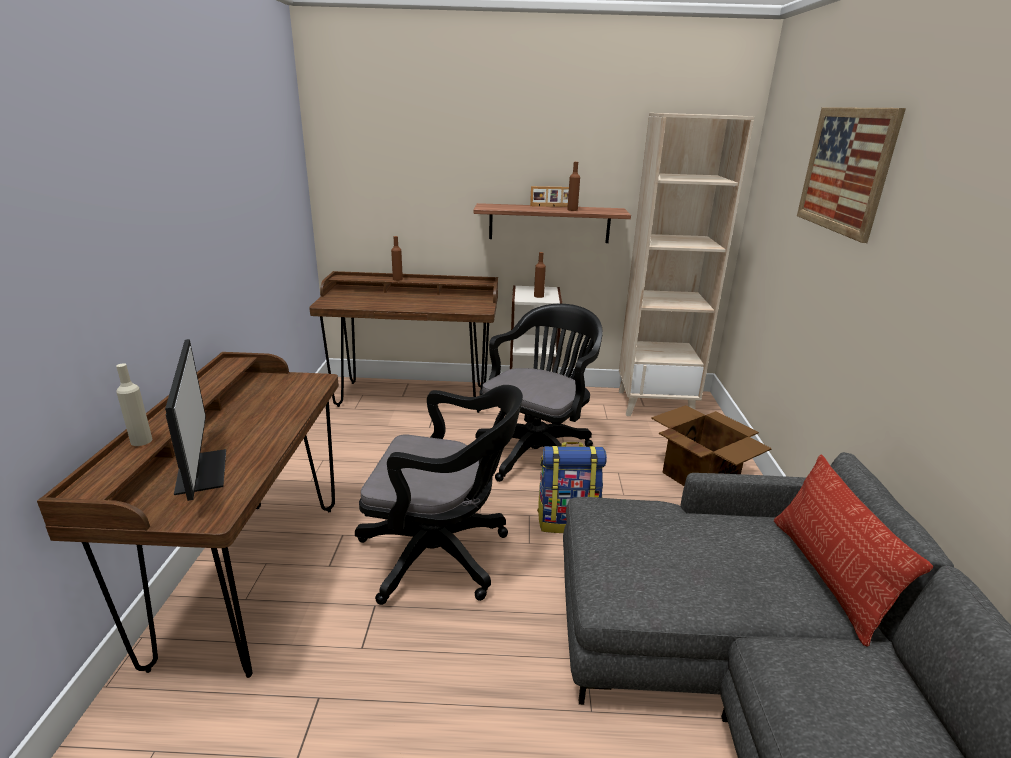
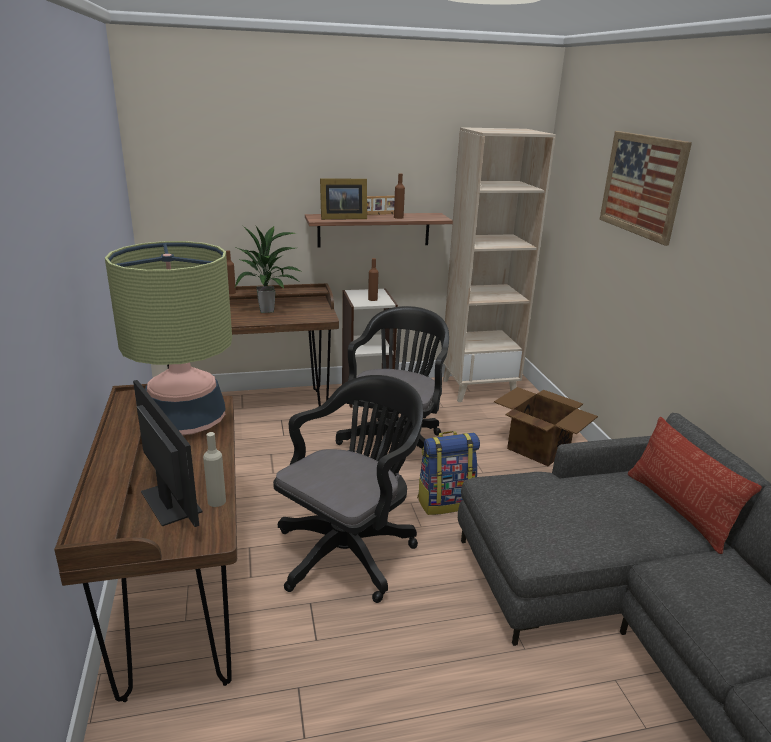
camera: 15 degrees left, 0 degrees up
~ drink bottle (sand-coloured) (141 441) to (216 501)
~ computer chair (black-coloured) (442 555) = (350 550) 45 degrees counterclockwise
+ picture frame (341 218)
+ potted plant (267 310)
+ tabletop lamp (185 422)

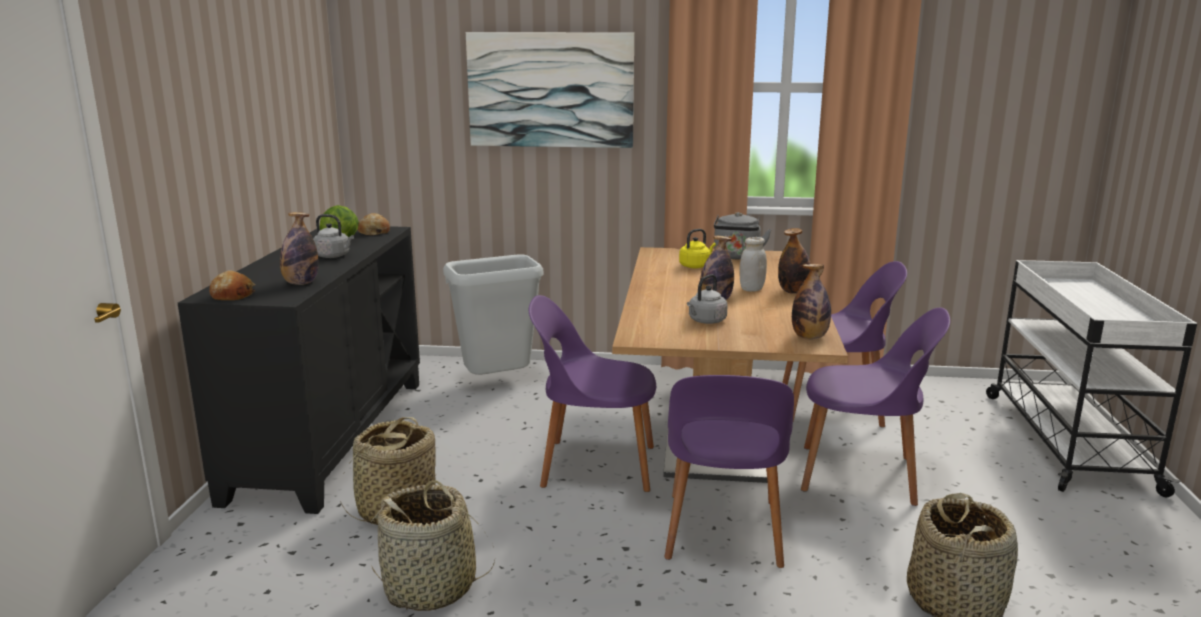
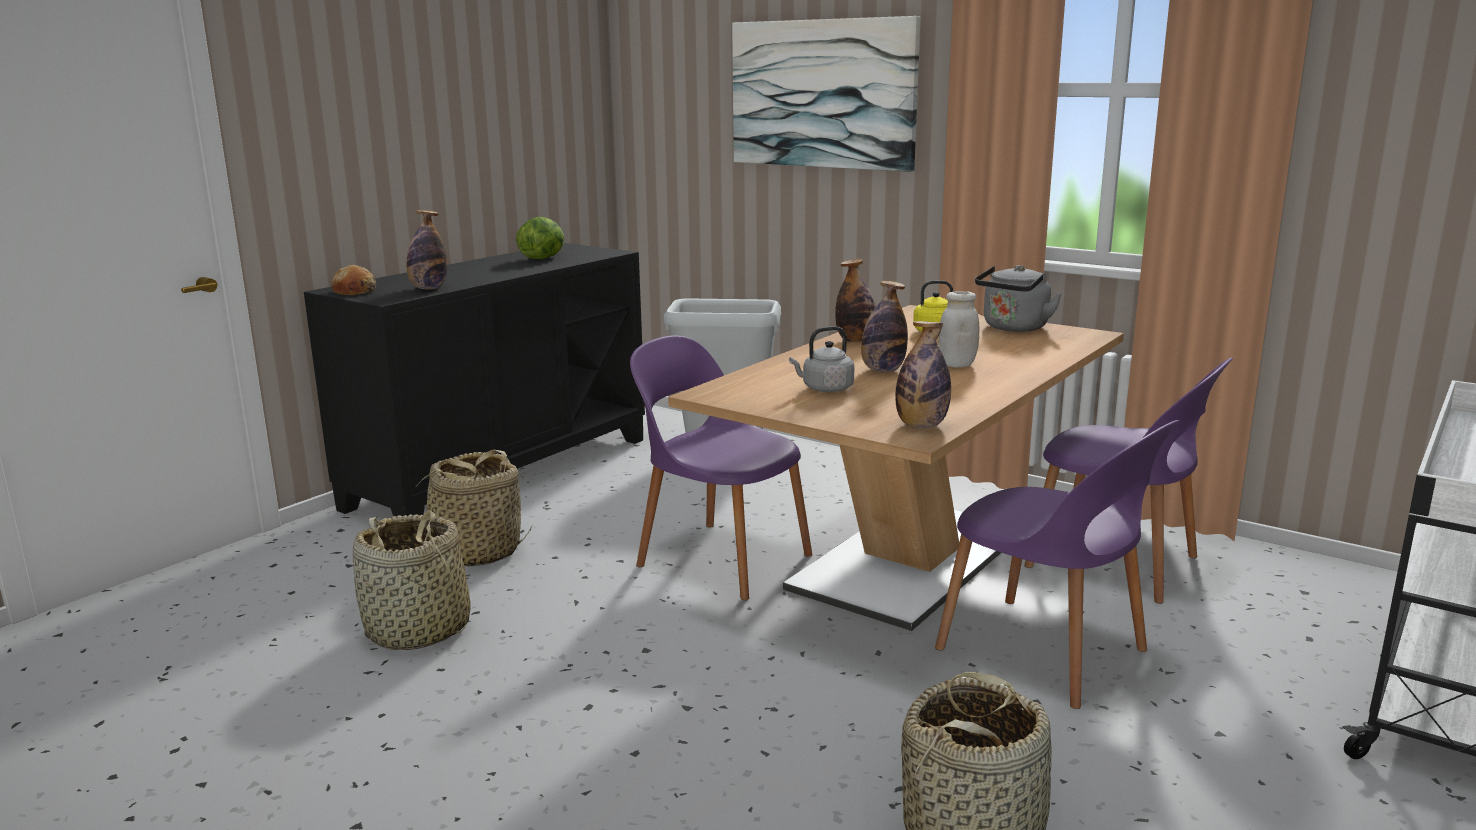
camera: 30 degrees right, 0 degrees up
- bakery bread (374 232)
- tea kettle (greyish) (334 256)
~ drink bottle (793 292) to (856 341)
- upright chair (purple) (723 532)

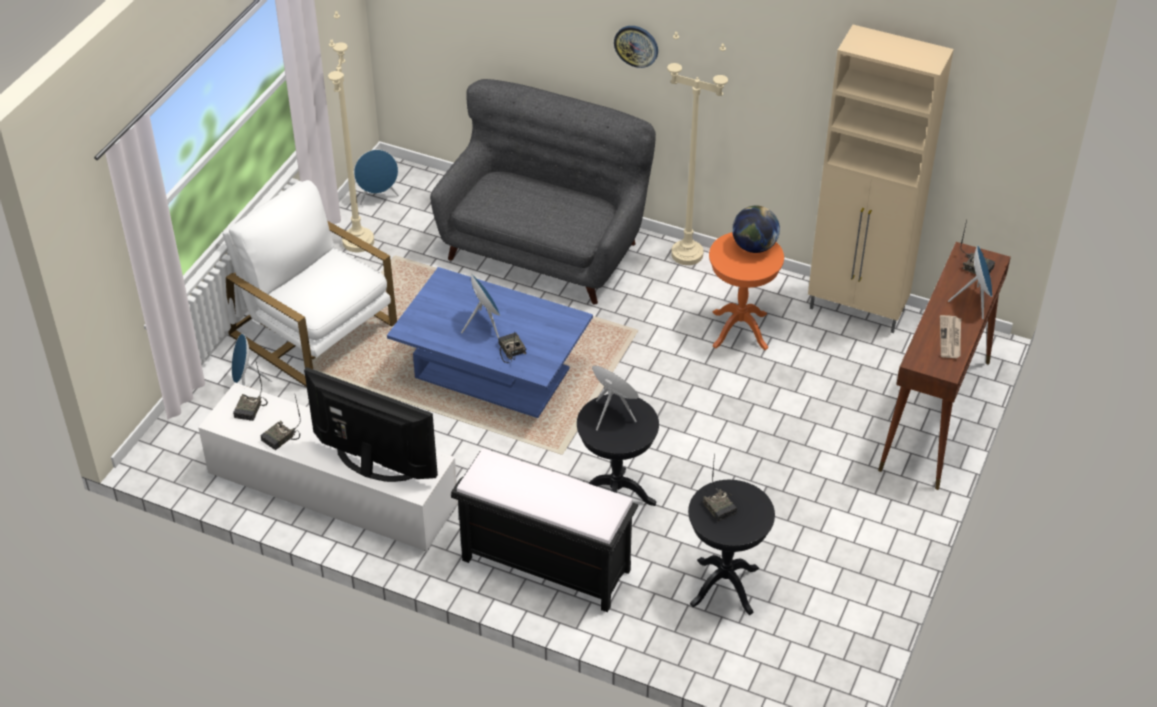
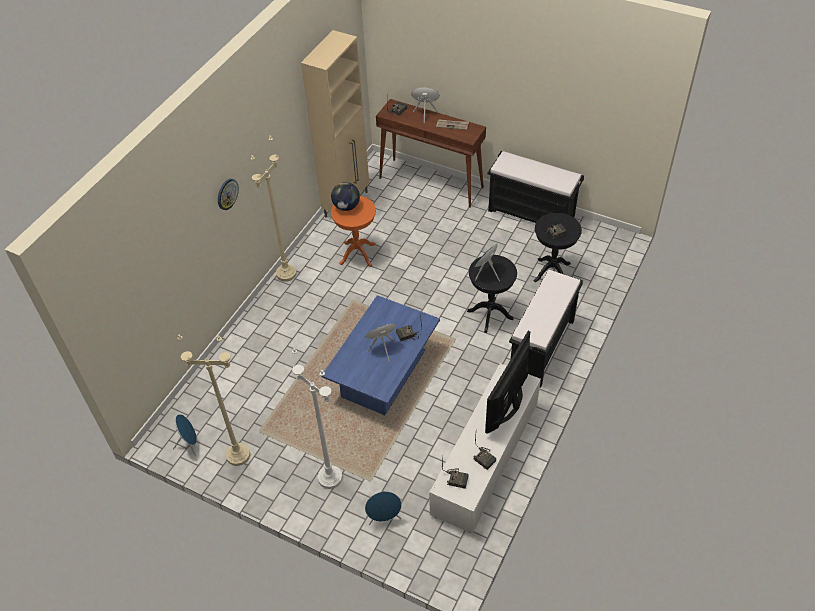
camera: 85 degrees left, 5 degrees up
- couch (greyish) (545 247)
~ easy chair (white-coloured) (315 329) to floor lamp (white-coloured) (330 478)
+ long seat (black-coloured) (532 213)

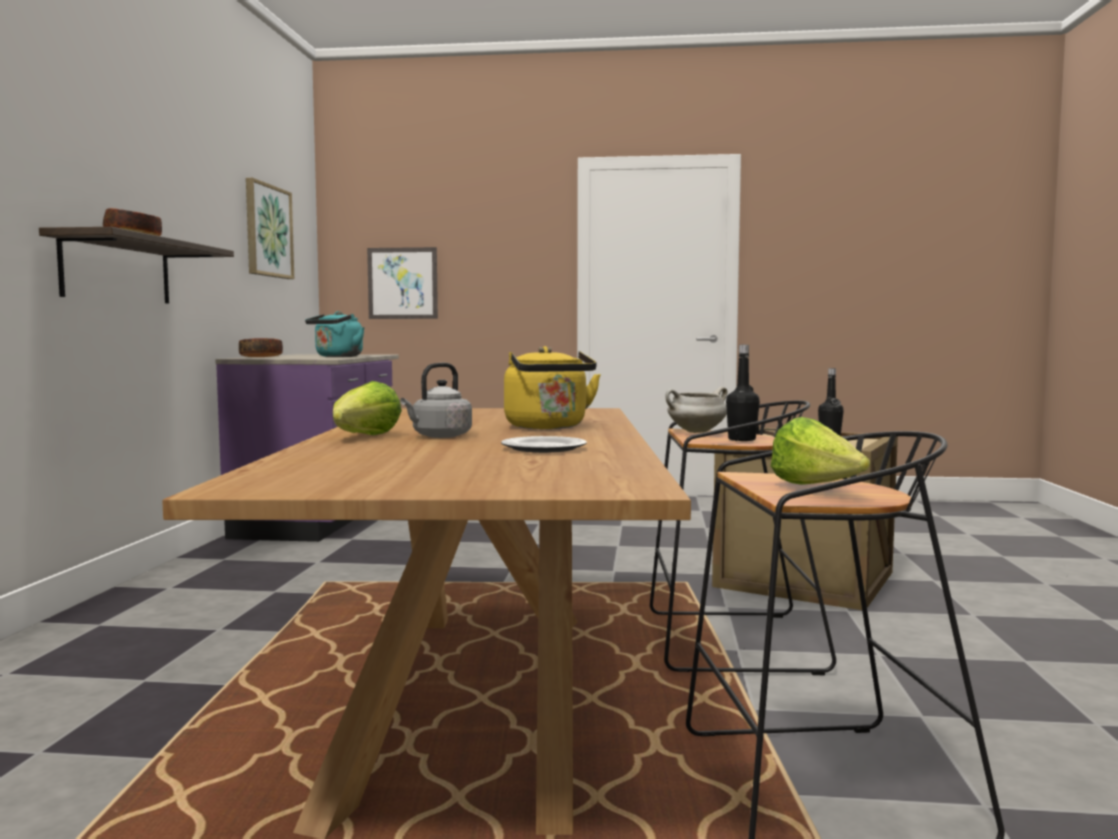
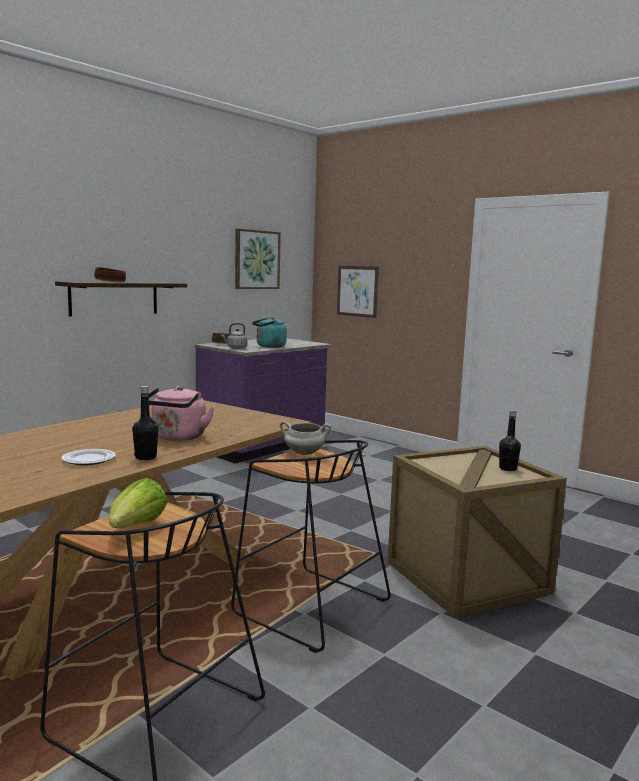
camera: 35 degrees right, 5 degrees up
~ drink bottle (black-coloured) (742 439) to (146 457)
~ tea kettle (yellow-coloured) (548 427) to tea kettle (pinkish) (177 437)
~ tea kettle (greyish) (439 436) to (235 348)
- head of lettuce (365 437)

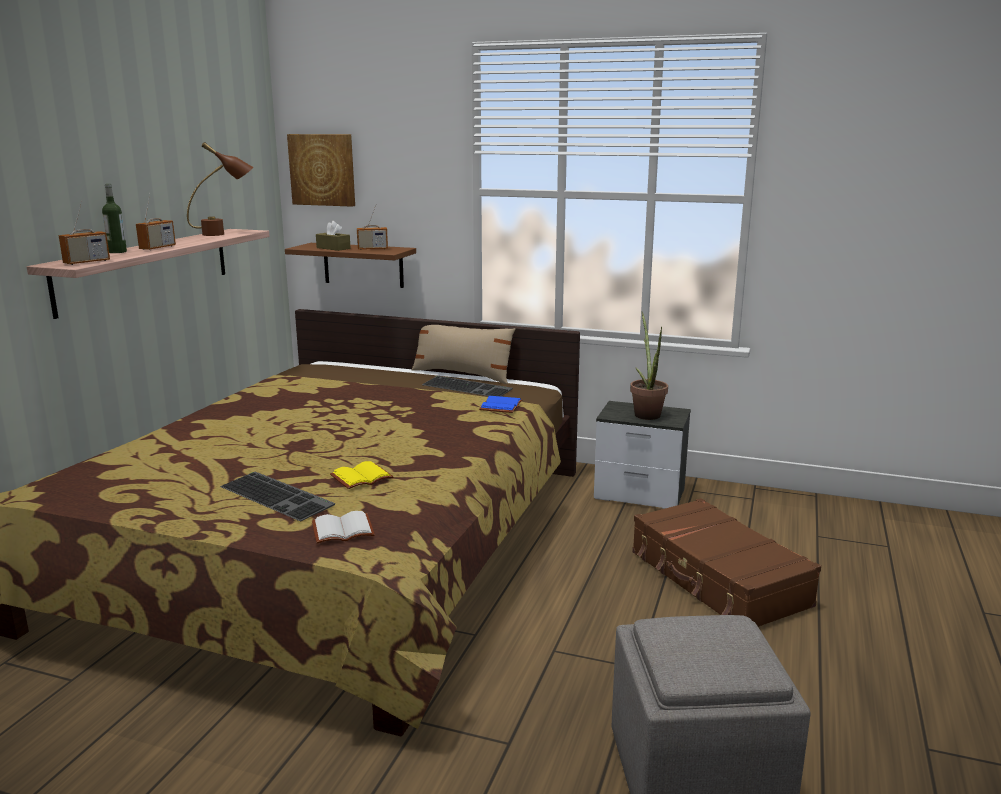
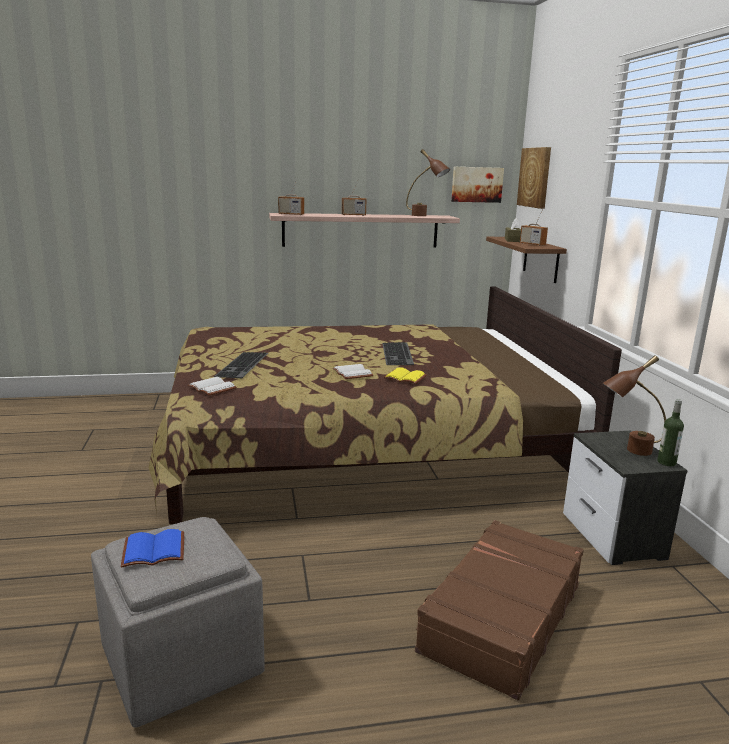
camera: 60 degrees right, 0 degrees up
~ drink bottle (117 252) to (666 462)
~ potted plant (646 413) to tabletop lamp (brown) (628 451)
- cushion (sand-coloured) (462 374)
~ keyboard (468 387) to (398 354)
~ bound book (blue) (500 406) to (155 549)
~ bound book (yellow-coloured) (361 477) to (406 377)
+ wall art (476 184)
+ bound book (white-coloured) (353 373)

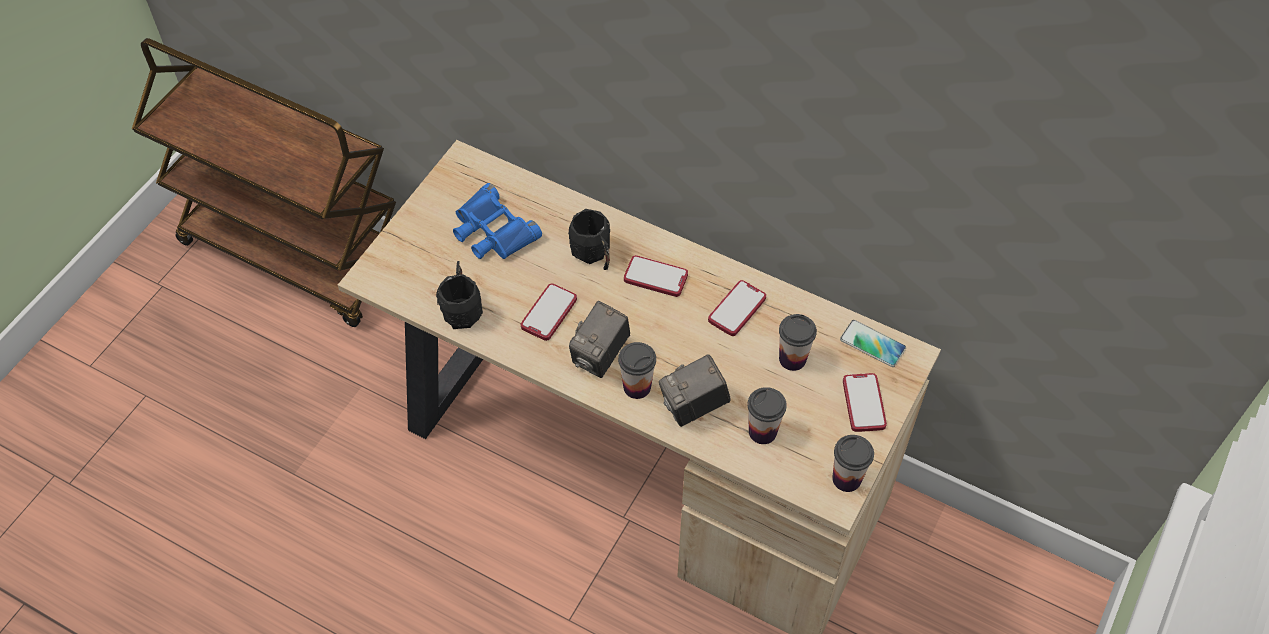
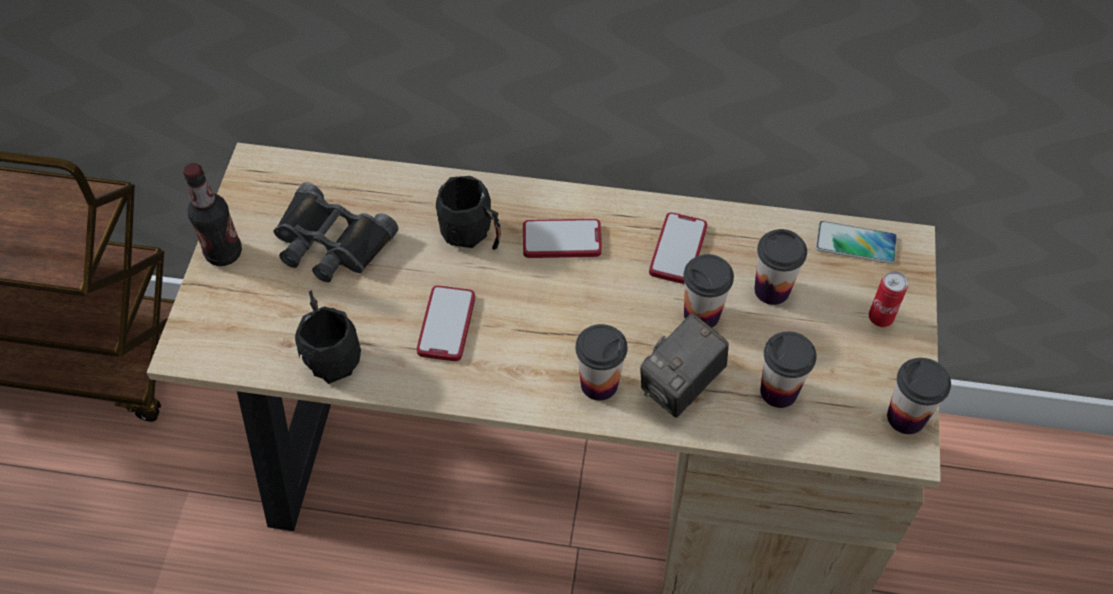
camera: 20 degrees left, 0 degrees up
~ pair of binoculars (blue) (492 231) to pair of binoculars (black-coloured) (330 243)
- photo camera (600 356)
~ phone (863 403) to metal can (880 318)
+ drink bottle (224 253)
+ small cup (701 315)

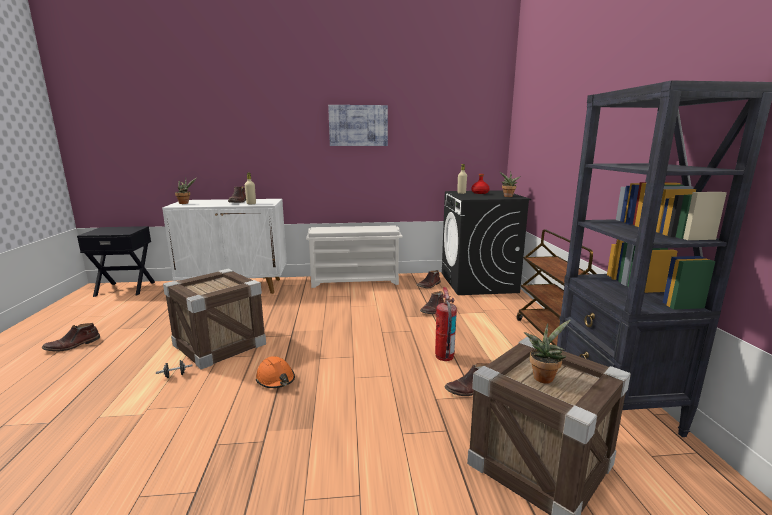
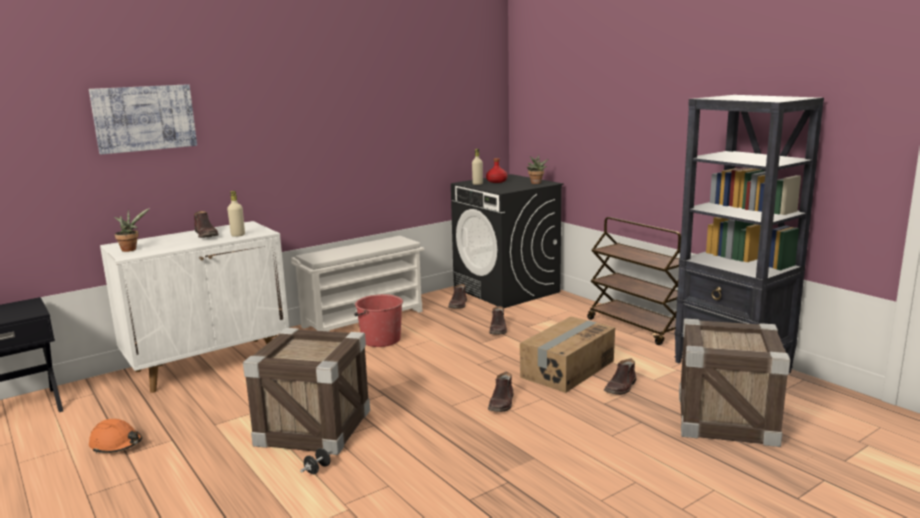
camera: 30 degrees left, 0 degrees up
~ wall art (358 125) to (144 118)
~ fire extinguisher (444 356) to packing box (567 369)
- potted plant (543 376)
~ tall boot (brown) (73 345) to (502 403)
~ safety helmet (orange) (275 379) to (116 444)
+ water bucket (red) (380 340)

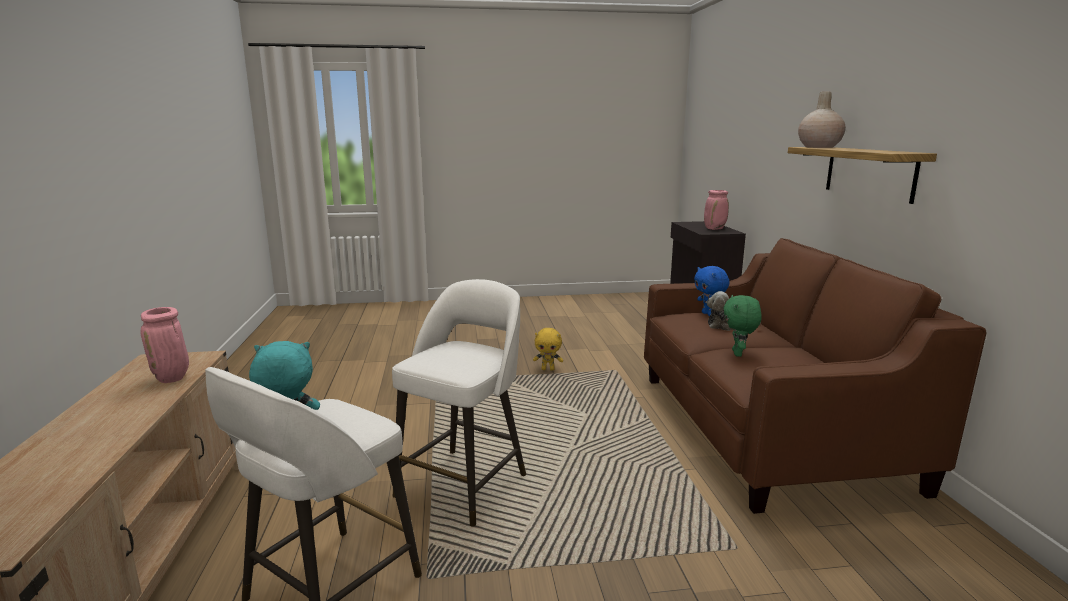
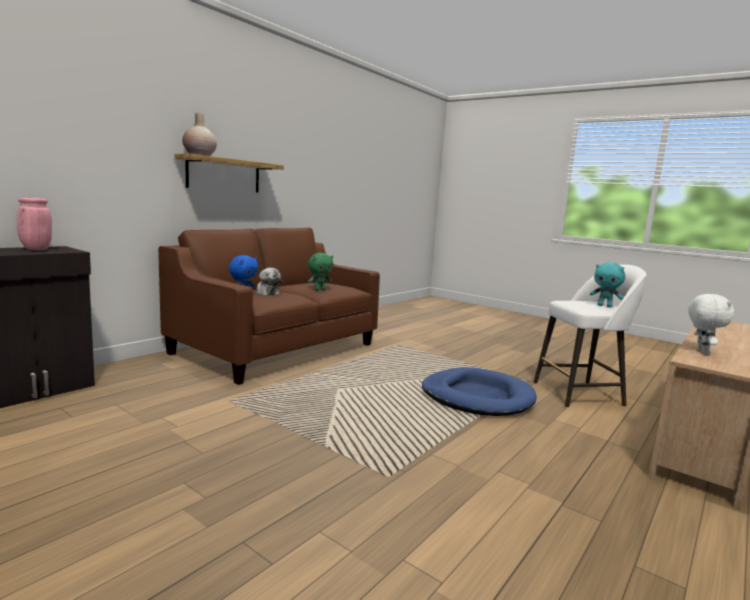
camera: 135 degrees left, 5 degrees down
~ stool seat (white-coloured) (464 483) to pet bed (blue) (477 397)
~ decorative vase (pinkish) (172 379) to soft toy (white-coloured) (701 351)
- soft toy (yellow-coloured) (548 369)

